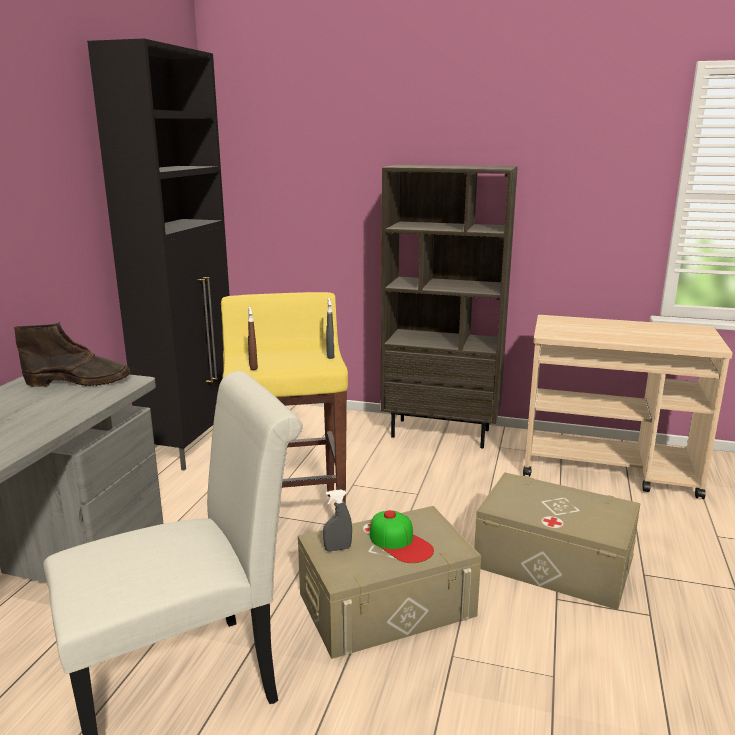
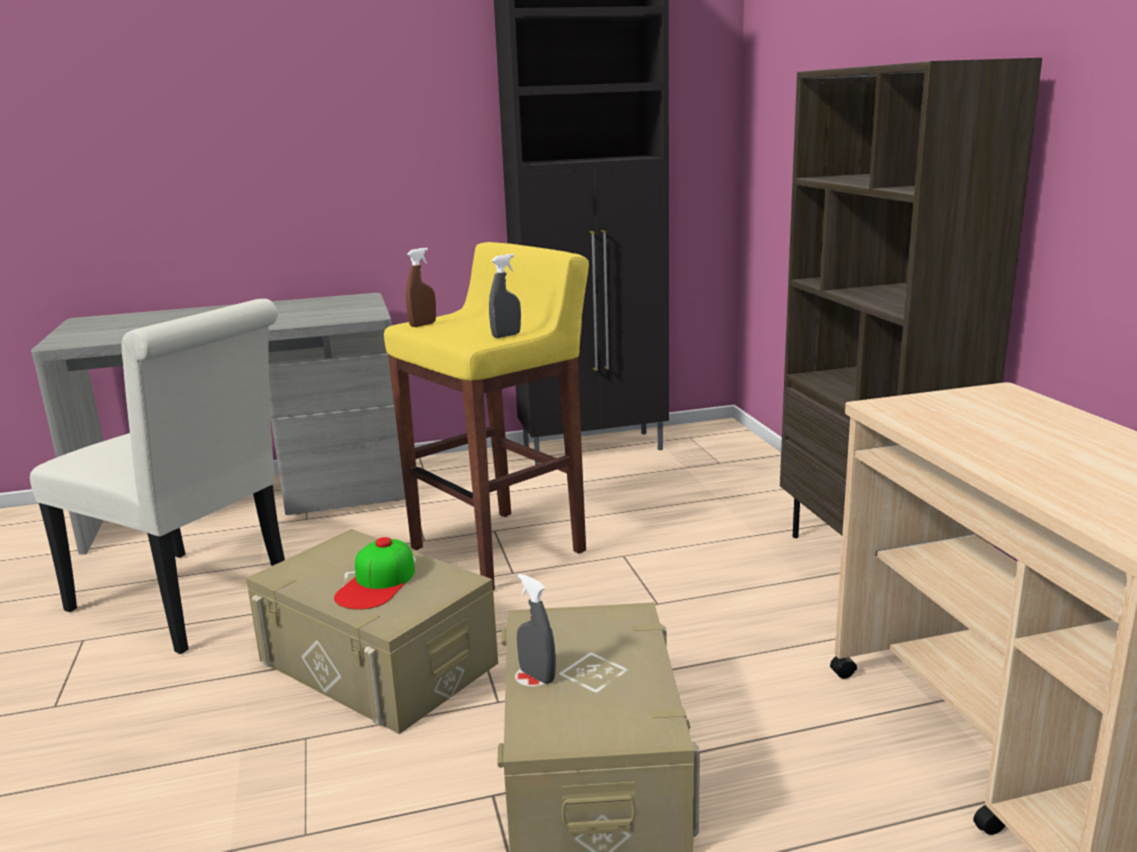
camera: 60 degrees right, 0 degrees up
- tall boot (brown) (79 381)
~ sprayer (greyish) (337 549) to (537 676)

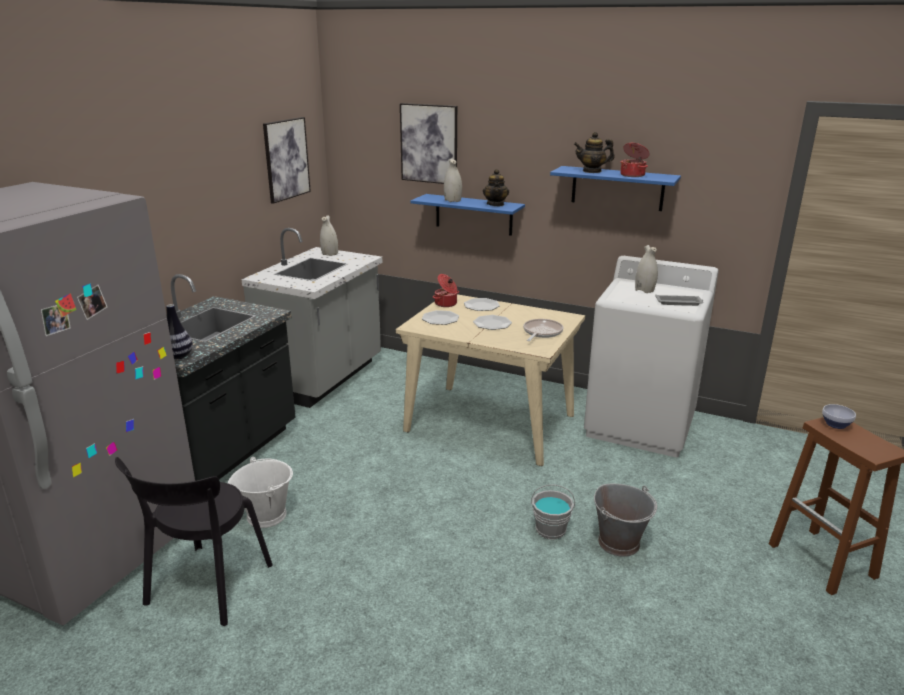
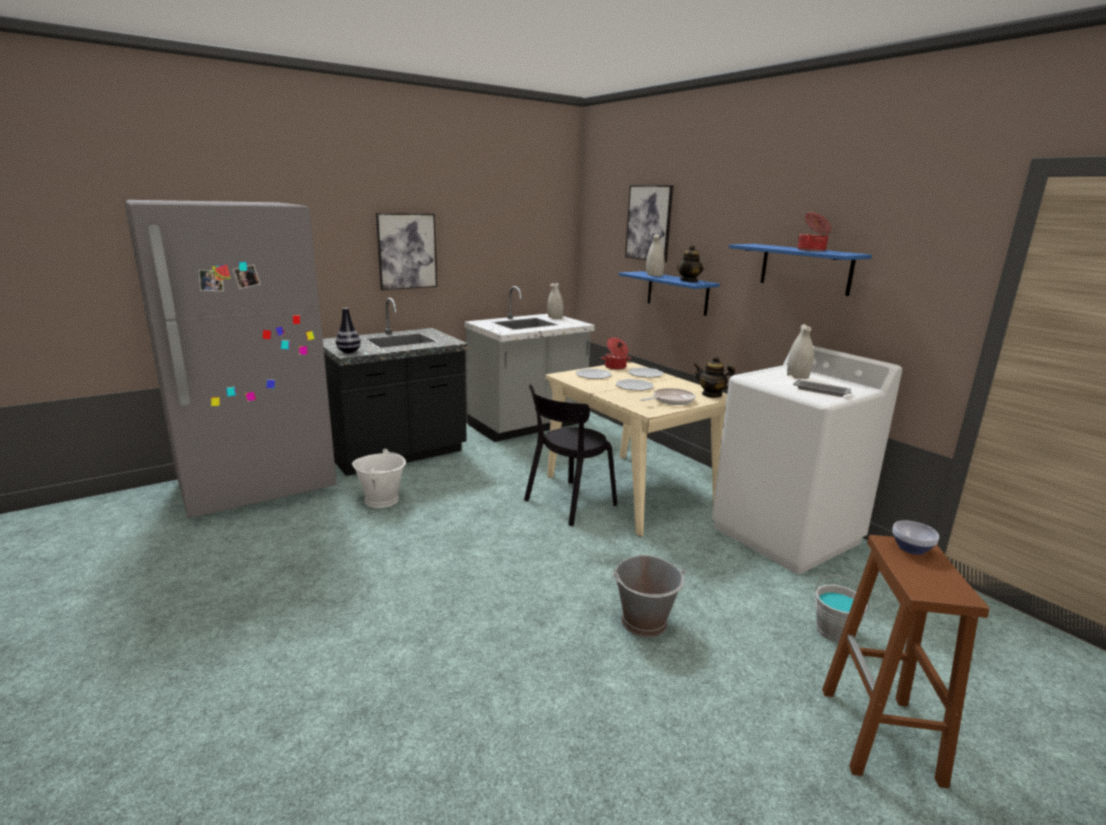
camera: 30 degrees right, 5 degrees down
~ wall art (286 159) to (407 251)
~ tea pot (592 171) to (712 394)
~ upright chair (black-coloured) (206 588) to (567 504)
~ water bucket (greyish) (551 529) to (834 631)

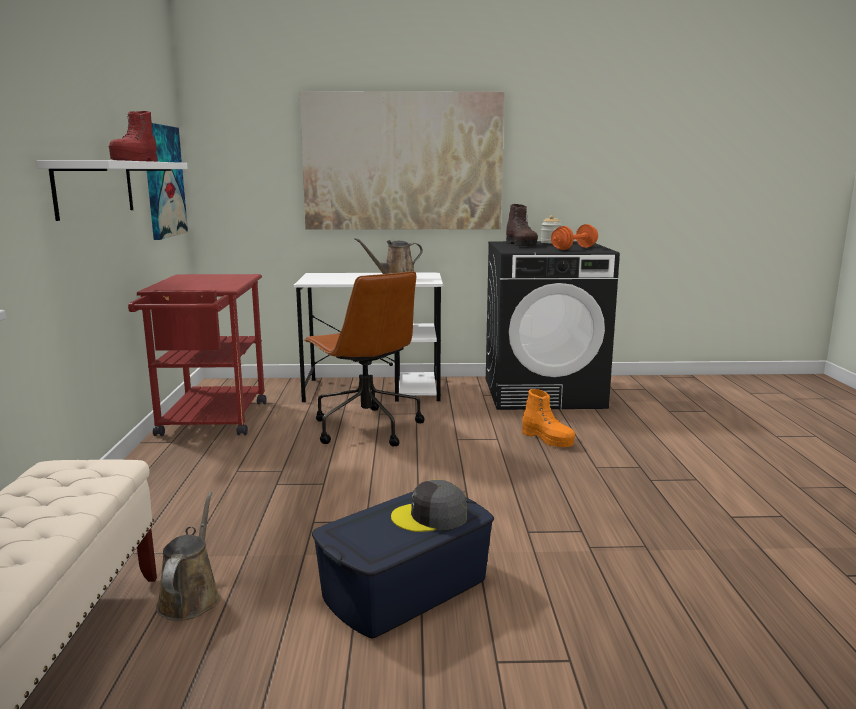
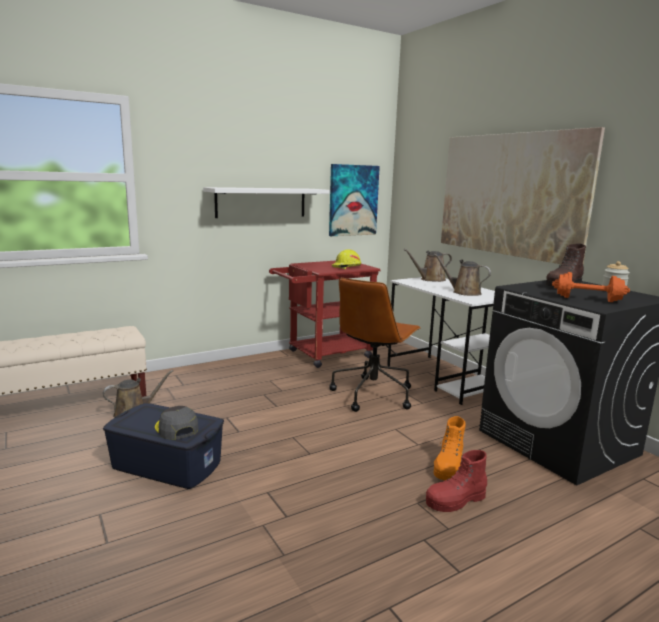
camera: 60 degrees right, 0 degrees up
~ tall boot (red) (135 161) to (455 501)
+ safety helmet (yellow-coloured) (346 267)
+ watering can (brown) (430 279)

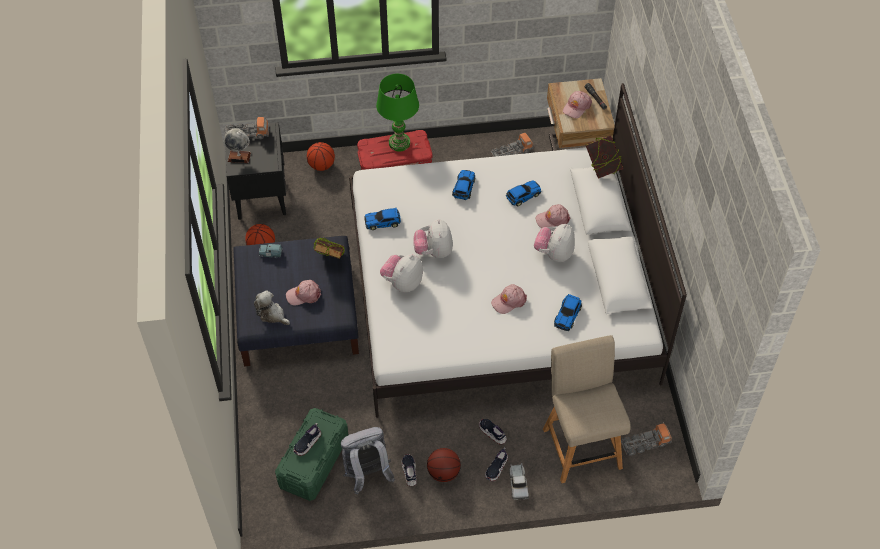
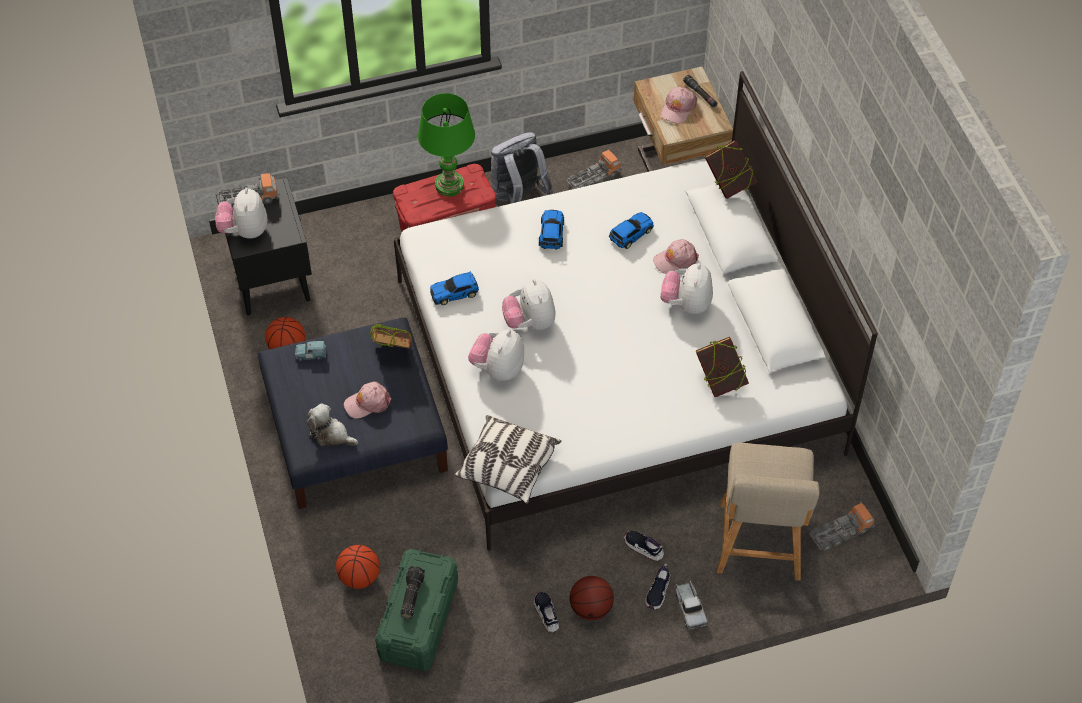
camera: 10 degrees left, 0 degrees up
~ desk globe (239 157) to soft toy (245 231)
~ basketball (321 166) to (359 577)
- baseball cap (pinkish) (509 301)
~ toy car (568 315) to bound book (720 381)
~ upright chair (sand-coloured) (580 444) = (759 546) 150 degrees counterclockwise
~ item of footwear (307 443) to flashlight (411 596)
~ backpack (greyish) (367 474) to (518 197)
+ cushion (508 467)

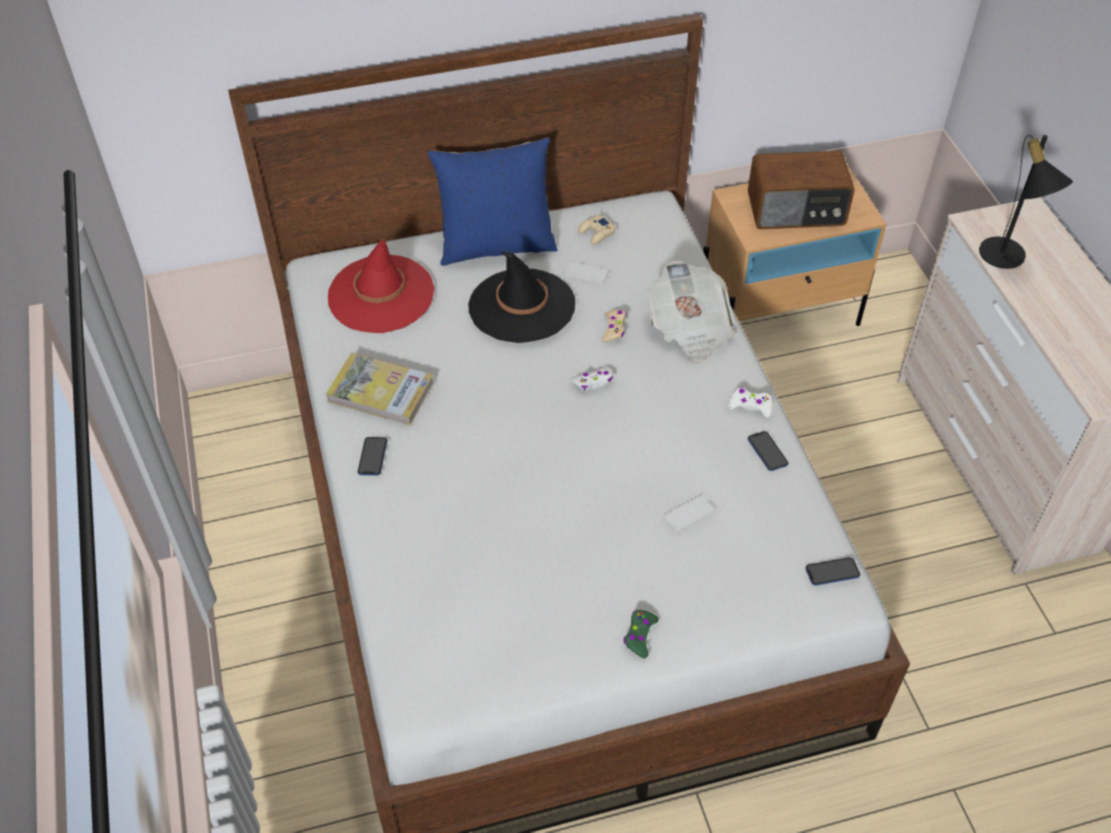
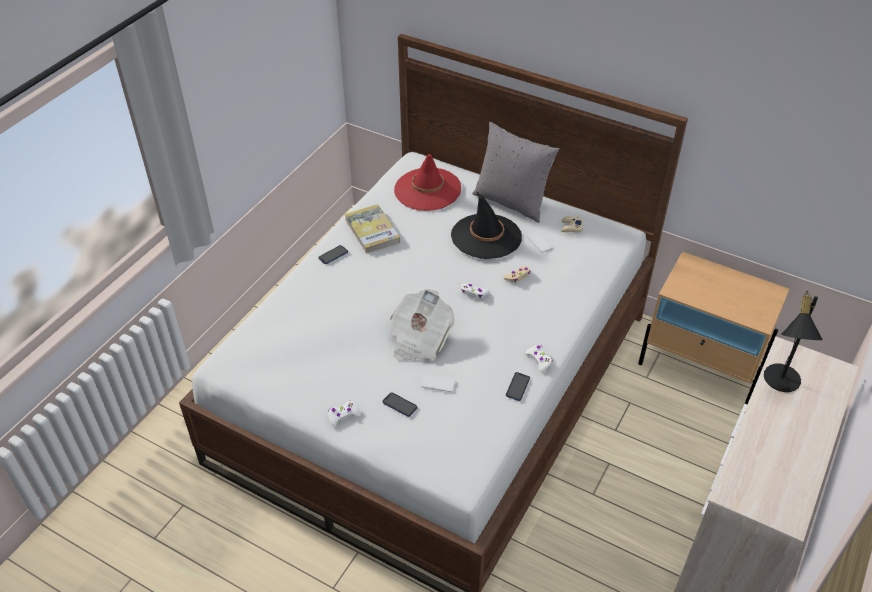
camera: 45 degrees right, 5 degrees down
~ cushion (blue) (496 245) to cushion (greyish) (512 201)
- radio receiver (796 210)
~ daily paper (689 329) to (419 339)
~ phone (832 572) to (400 405)
~ game controller (green-coloured) (640 636) to game controller (white-coloured) (343 416)

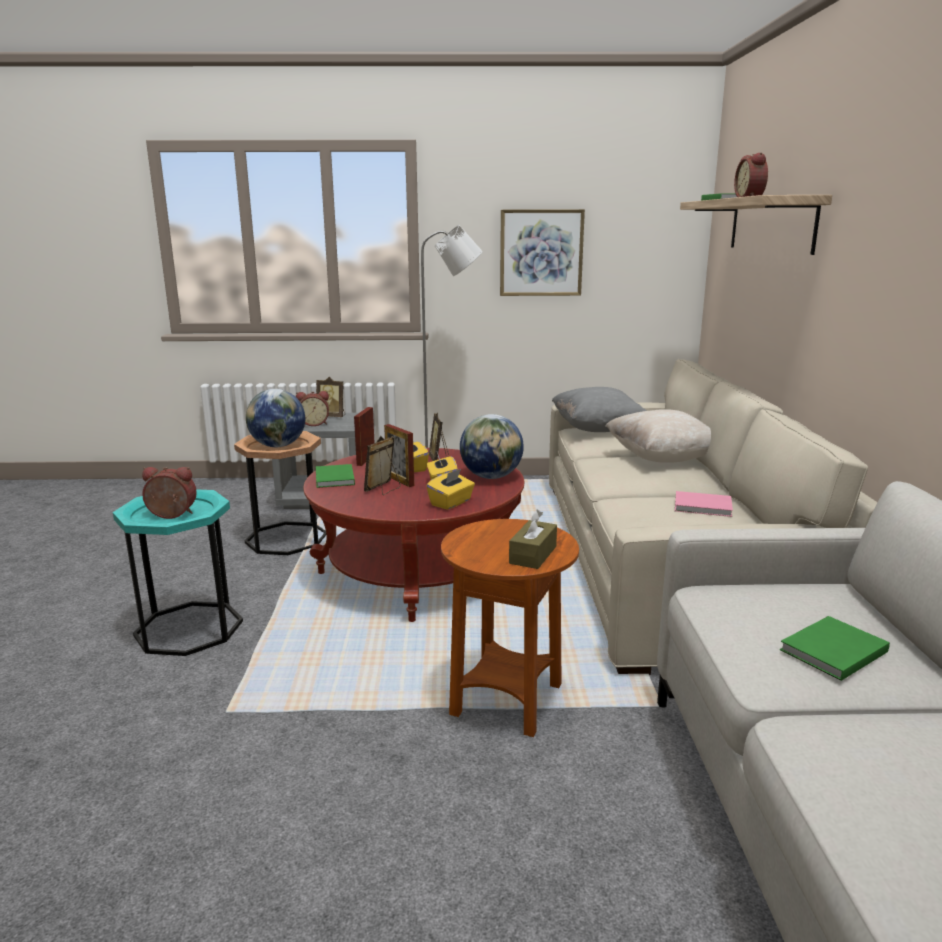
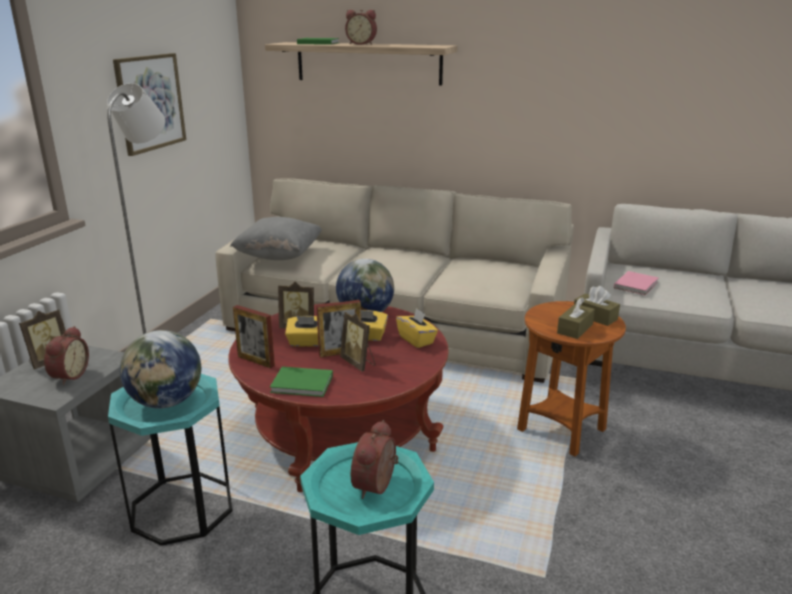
camera: 70 degrees left, 5 degrees up
- cushion (sand-coloured) (663 458)
~ accent table (brown) (286 538) to accent table (turquoise) (182 507)
~ bound book (pinkish) (704 507) to (637 285)
- bound book (green-coloured) (830 651)
+ tissue holder (brown) (575 329)

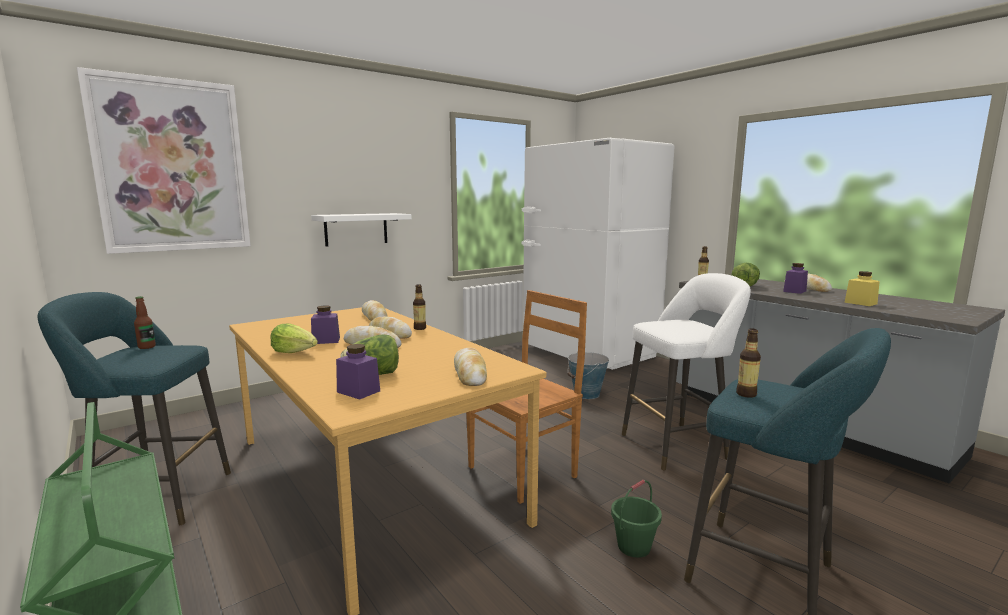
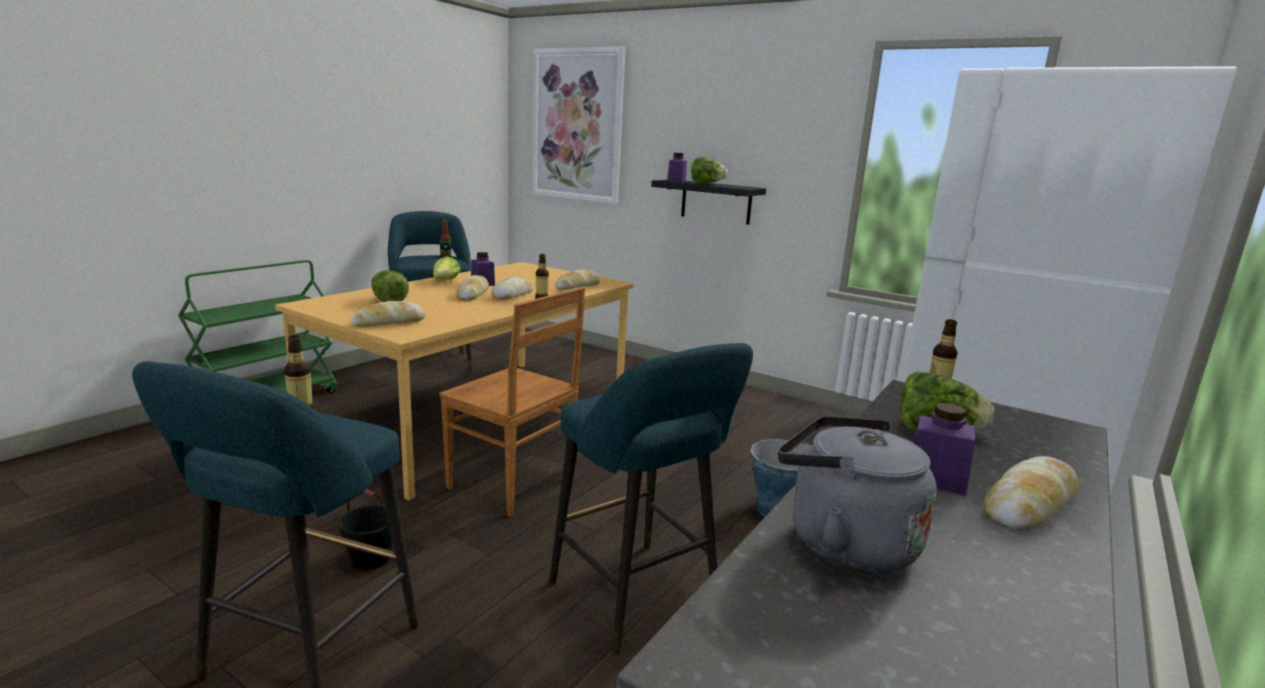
camera: 70 degrees right, 5 degrees up
~ bracket shelf (white-coloured) (356 229) to bracket shelf (black-coloured) (716 202)
~ jar (yellow-coloured) (860 303) to tea kettle (greyish) (843 542)
~ stool seat (white-coloured) (678 445) to stool seat (turquoise) (639 600)
~ jar (purple) (358 391) to (676 181)
~ water bucket (green-coloured) (634 547) to water bucket (black-coloured) (370 558)
+ head of lettuce (706 184)

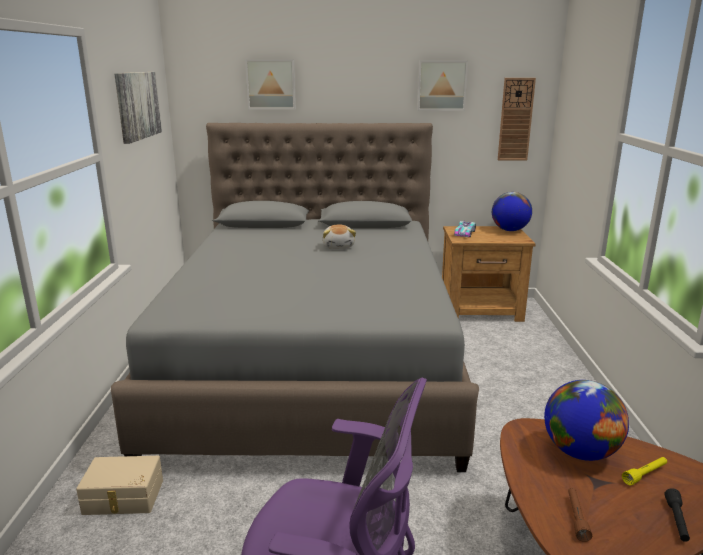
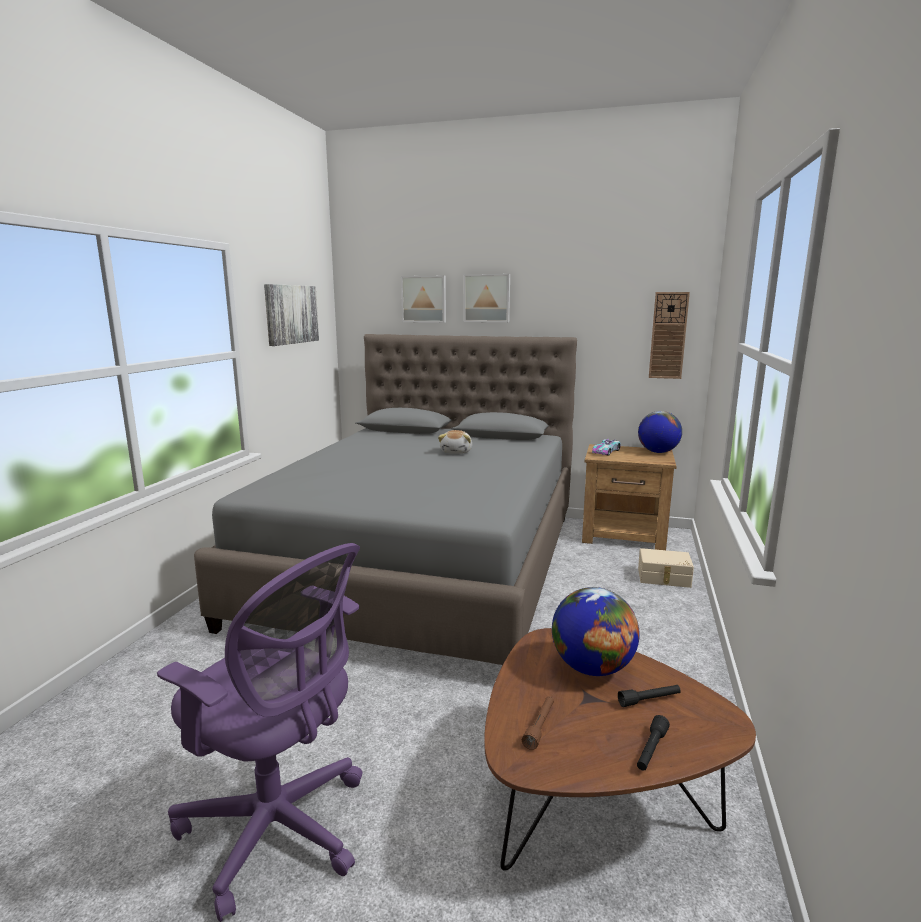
camera: 15 degrees right, 5 degrees down
~ wall art (441 85) to (487 298)
~ storage container (sand-coloured) (123 498) to (664 578)
~ flashlight (yellow-coloured) (645 474) to flashlight (black-coloured) (649 700)

